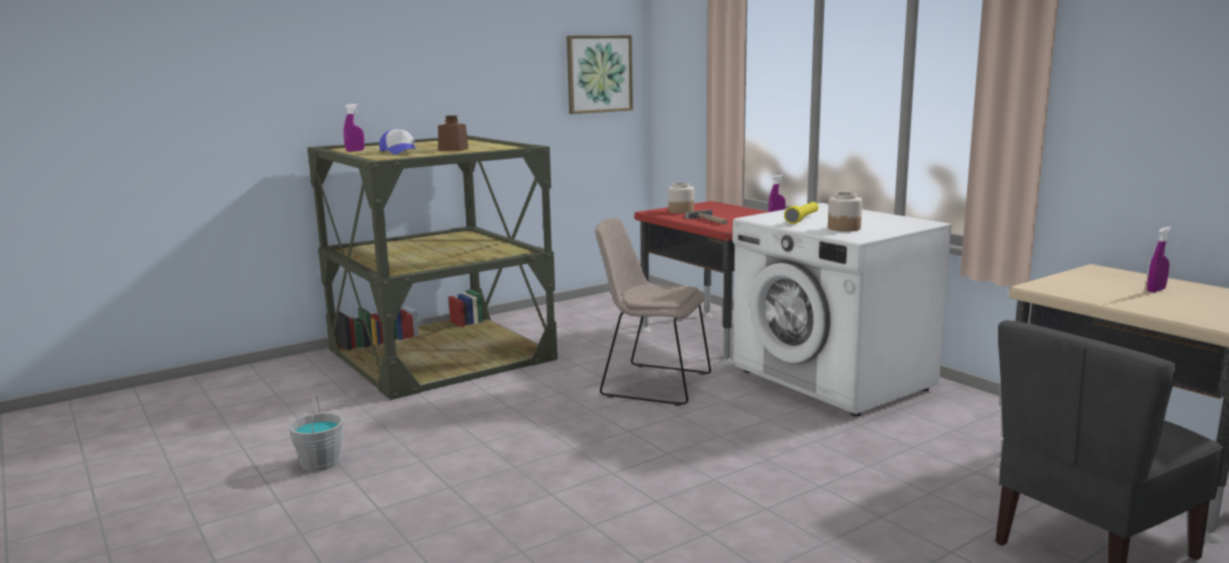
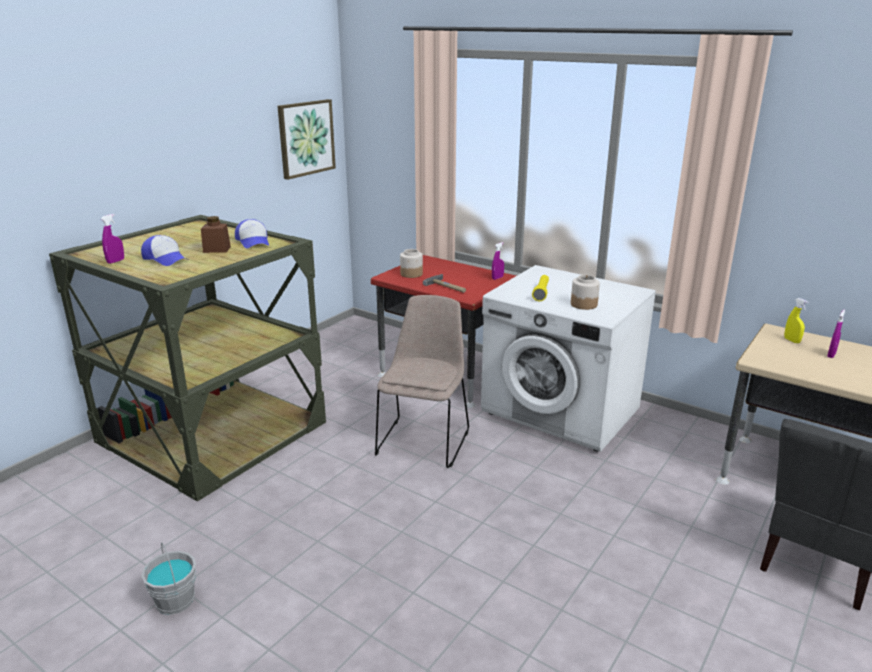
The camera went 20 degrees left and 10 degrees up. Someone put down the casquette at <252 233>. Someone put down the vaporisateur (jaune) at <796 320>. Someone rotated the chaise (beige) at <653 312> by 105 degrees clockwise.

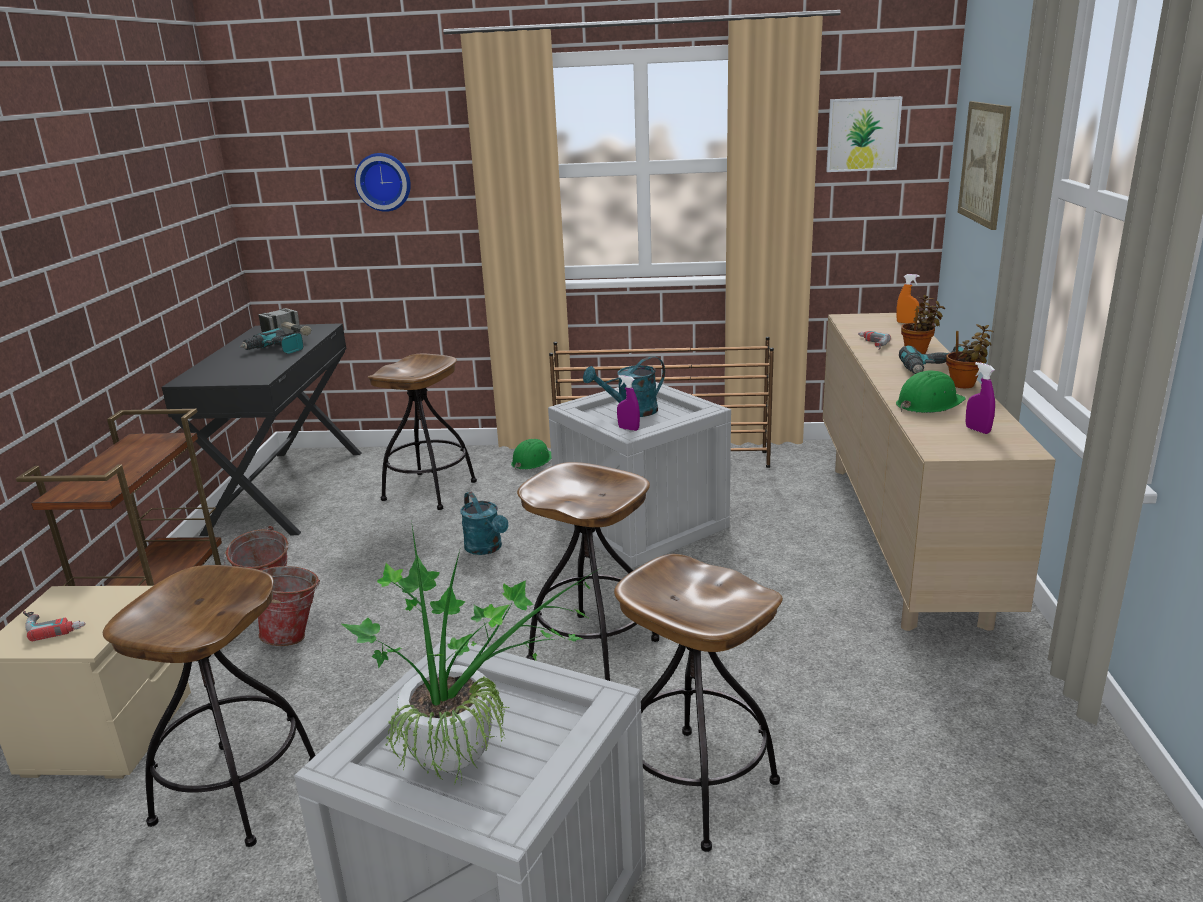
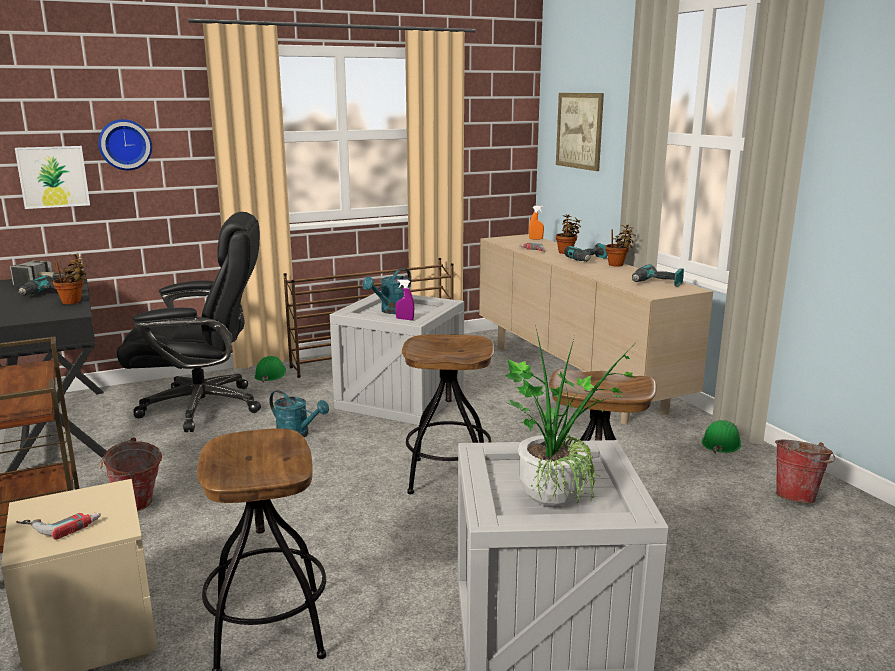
The camera went 30 degrees left and 5 degrees down. Someone put down the plante en pot at <70 278>. Someone carried the seau from <289 606> to <805 471>. Someone carried the tableau from <864 134> to <52 177>. Someone carried the casque de chantier (vert) from <931 392> to <721 437>. Someone swapped the tabouret (marron) at <422 432> for the chaise de bureau (noir) at <189 322>. Someone swapped the vaporisateur (violet) at <980 398> for the perceuse at <658 275>.

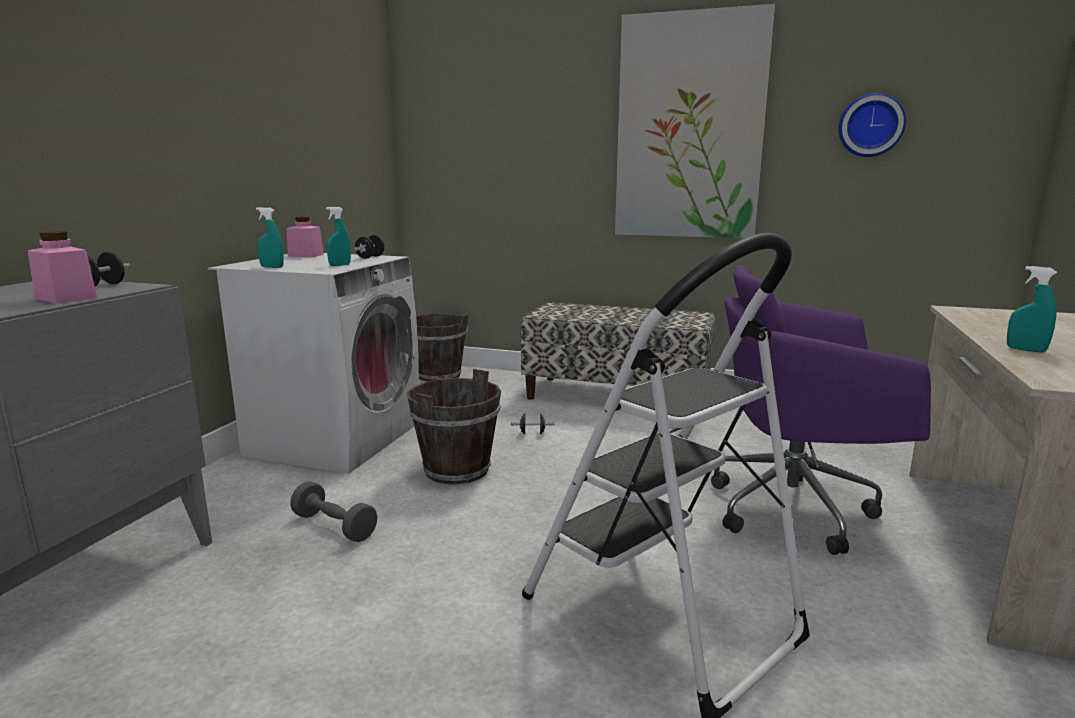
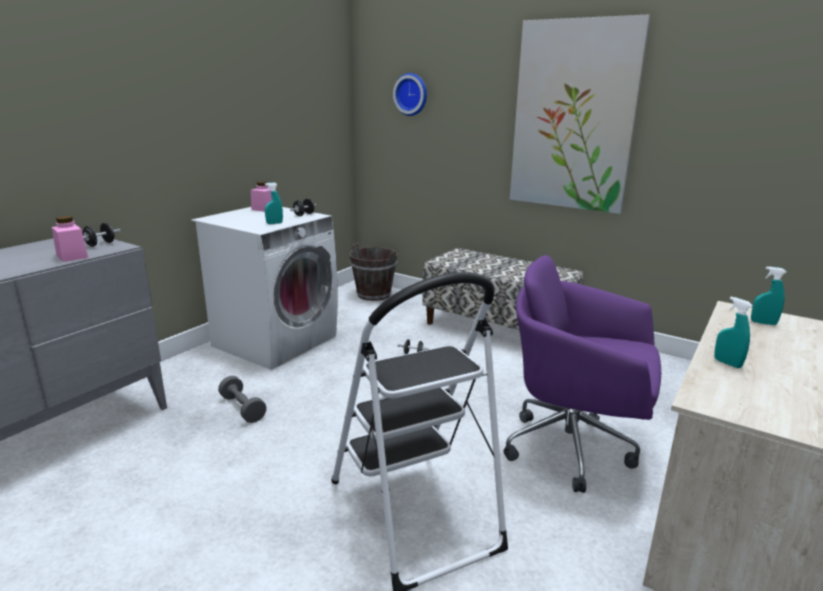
The camera went 15 degrees right and 5 degrees up. Someone took away the seau (marron) at <454 427>. Someone carried the vaporisateur (turquoise) from <270 237> to <768 296>. Someone carried the horloge murale from <872 125> to <410 94>.

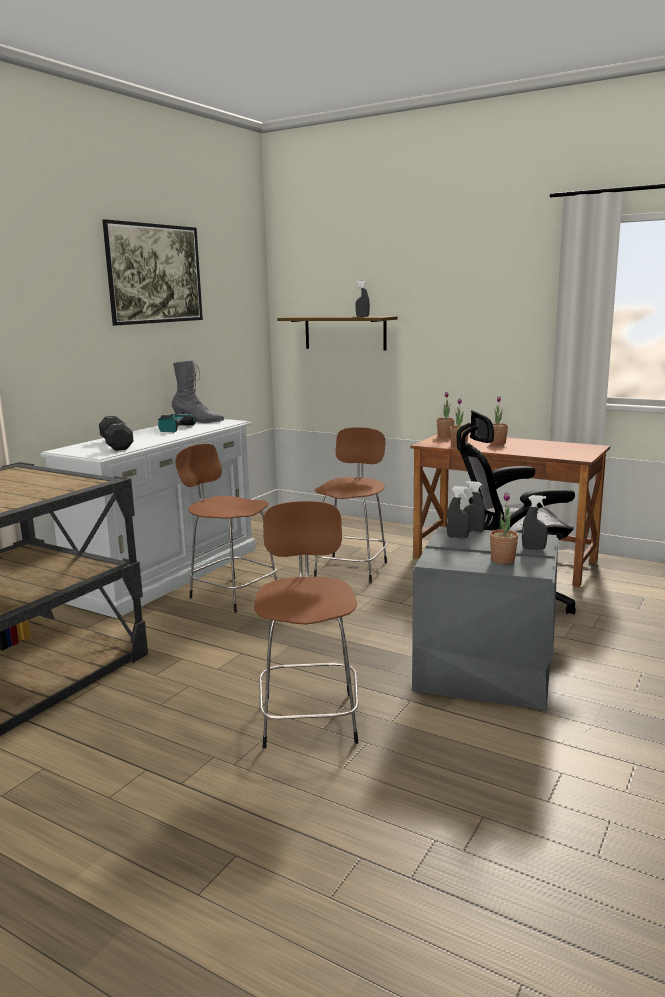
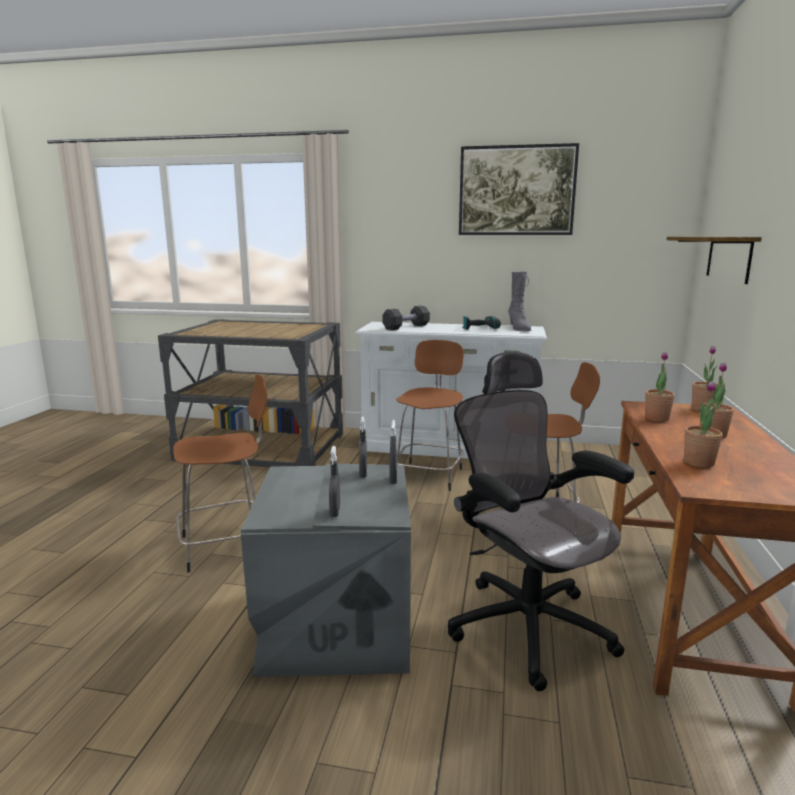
The camera went 70 degrees right and 0 degrees up. Someone took away the vaporisateur (gris) at <362 299>. Someone carried the plante en pot from <504 528> to <703 424>.

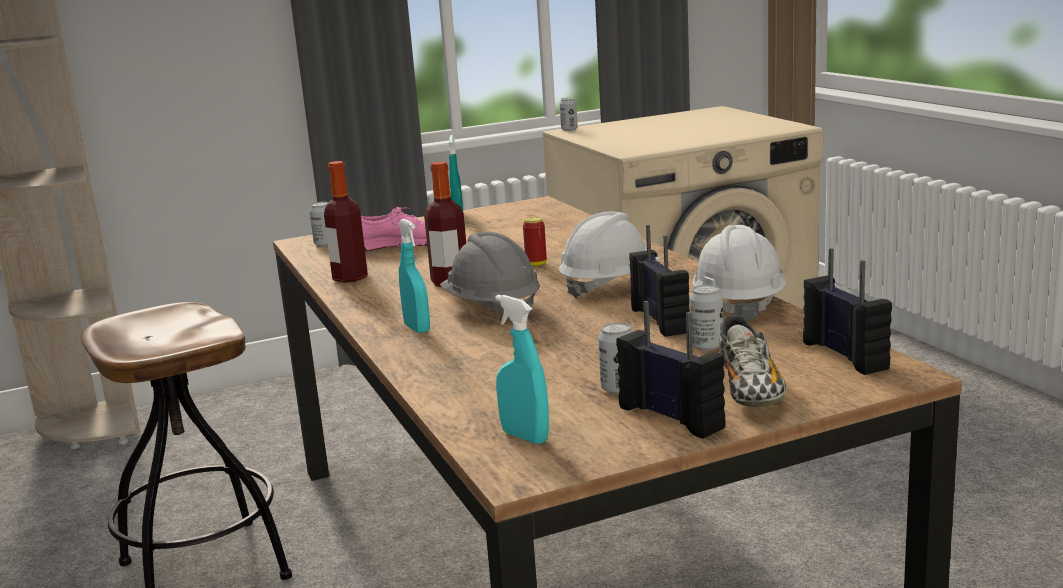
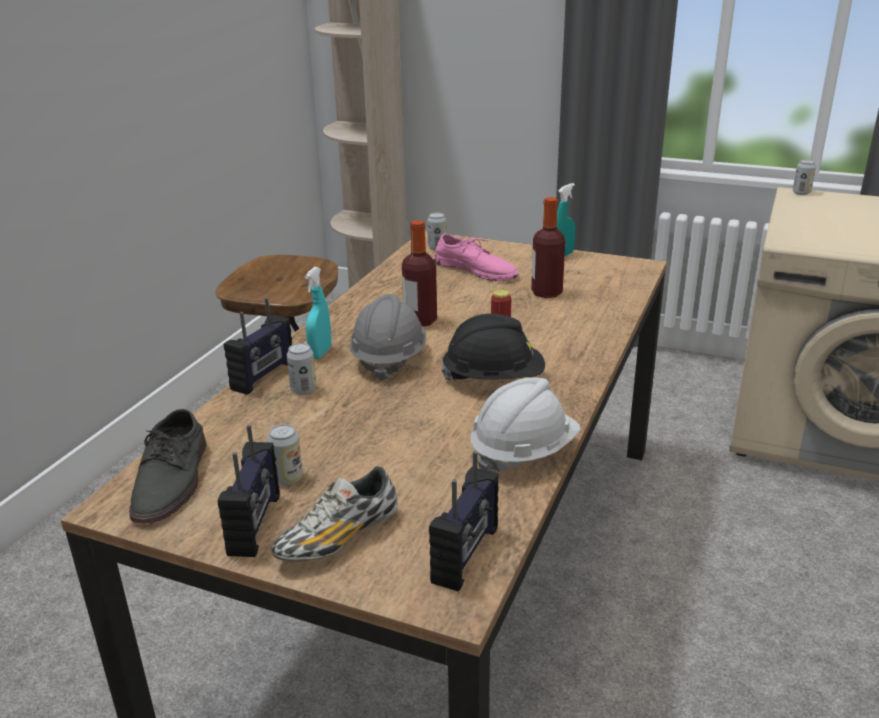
The camera went 45 degrees right and 10 degrees up. Someone carried the bouteille from <346 222> to <548 247>. Someone carried the radio from <659 281> to <258 346>. Someone carried the boîte métallique from <706 318> to <301 369>. Someone swapped the vaporisateur (turquoise) at <522 369> for the chaussure (gris) at <168 466>. Someone repainted the casque de chantier (blanc) at <609 255>, which became the casque de chantier (noir) at <493 347>.

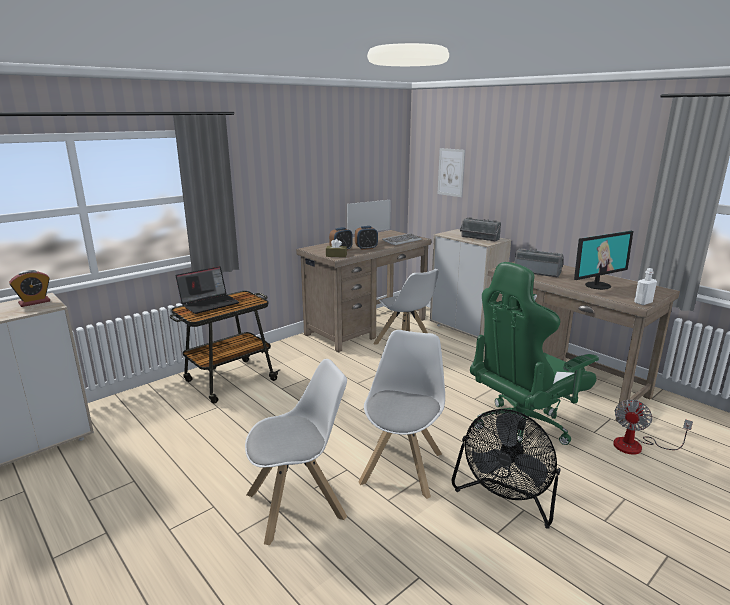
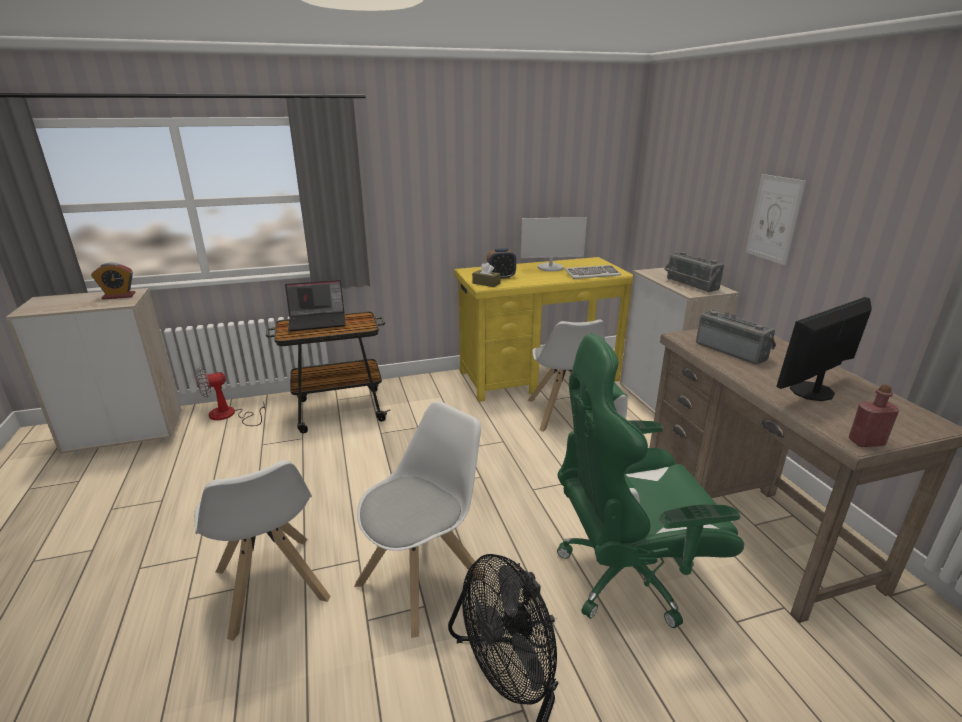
The camera went 25 degrees right and 5 degrees up. Someone took away the réveil at <366 238>. Someone carried the tableau from <451 172> to <775 219>. Someone carried the ventilateur from <653 427> to <231 397>. Someone repainted the bureau (marron) at <363 291>, which became the bureau (jaune) at <543 329>. Someone repainted the bouteille (blanc) at <645 286>, which became the bouteille (rouge) at <874 415>. Someone rotated the chaise at <296 452> by 60 degrees clockwise. Someone rotated the écran d'ordinateur at <603 260> by 150 degrees clockwise.

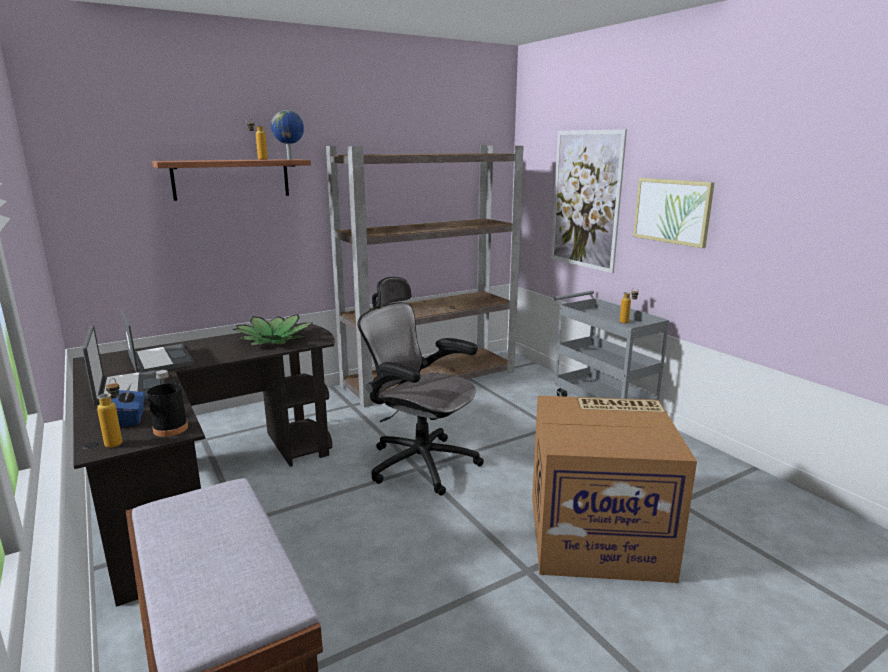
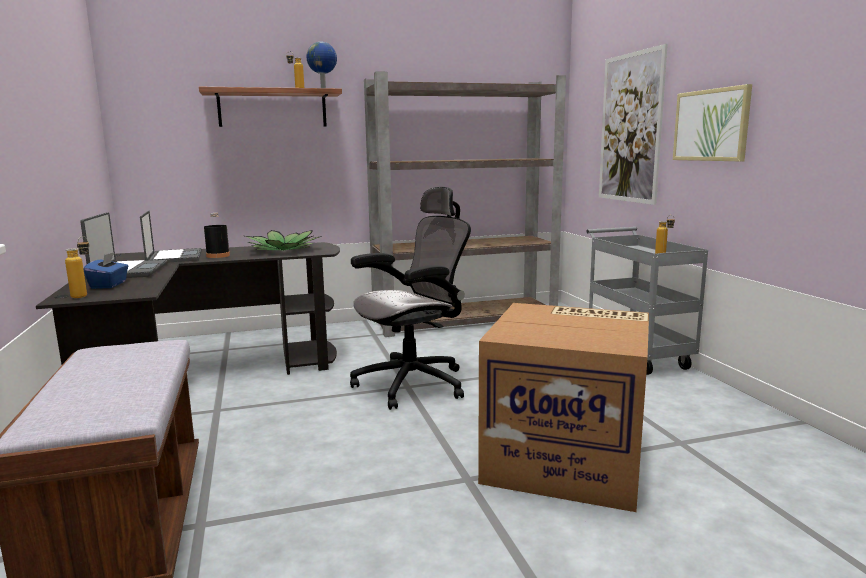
The camera went 15 degrees right and 5 degrees down. Someone carried the bouteille (noir) from <167 403> to <217 235>. Someone rotated the chaise de bureau at <421 386> by 90 degrees clockwise.

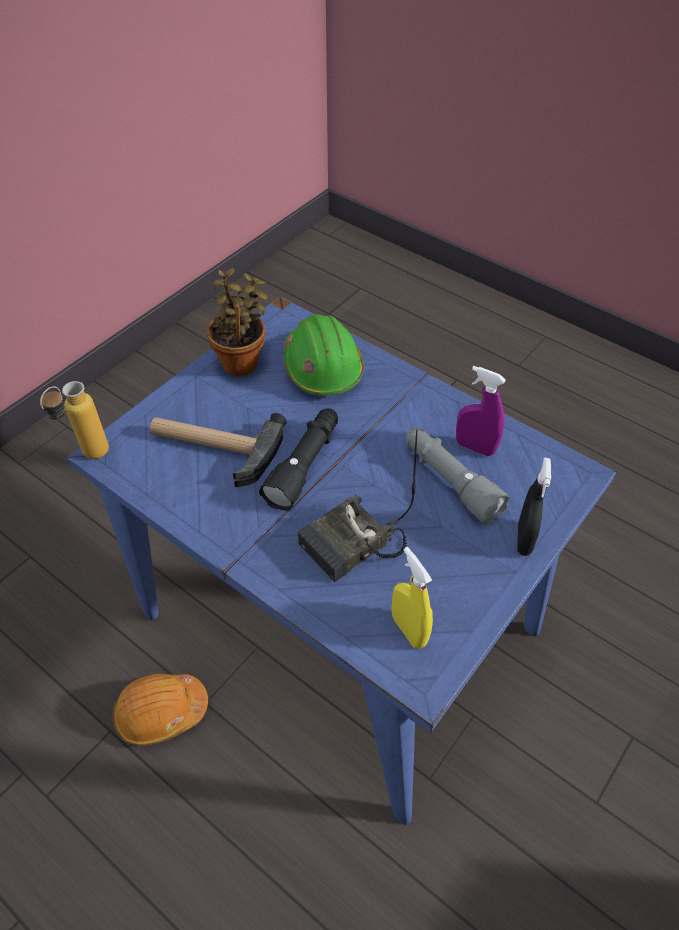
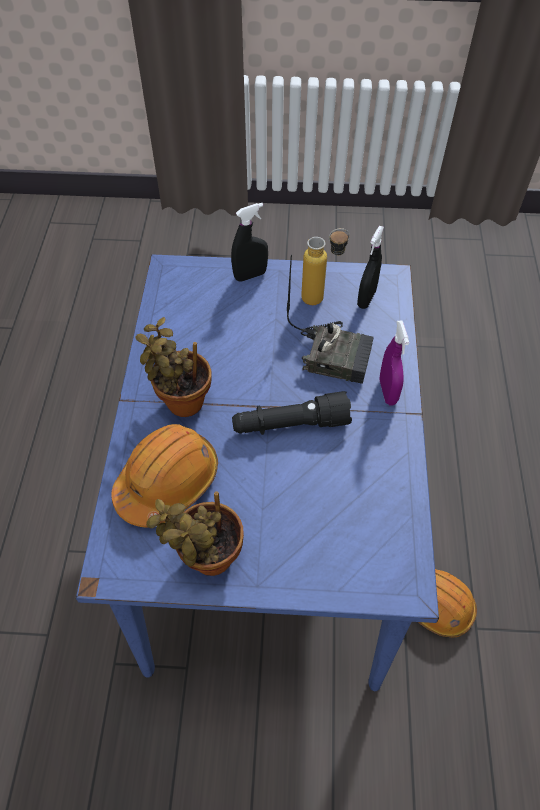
The camera went 125 degrees left and 5 degrees up. Someone took away the marteau at <218 450>. Someone took away the lampe de poche (gris) at <458 476>. Someone put down the plante en pot at <173 367>. Someone carried the bouteille from <74 420> to <325 266>. Someone carried the vaporisateur (violet) from <481 411> to <394 362>. Someone repainted the casque de chantier (vert) at <324 355>, which became the casque de chantier (orange) at <164 475>. Someone repainted the vaporisateur (jaune) at <412 598>, which became the vaporisateur (noir) at <370 267>.

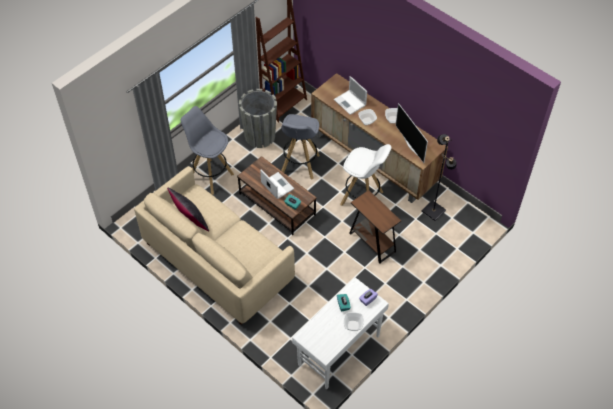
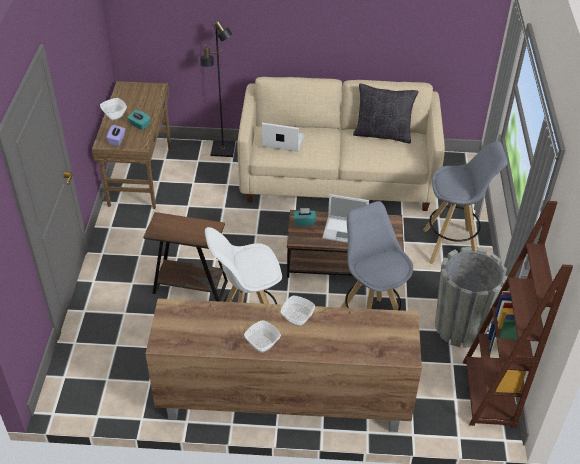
The camera went 140 degrees right and 10 degrees down. Someone took away the téléviseur at <411 133>. Someone carried the ordinateur portable from <350 95> to <283 137>. Someone carried the lampadaire (noir) from <439 177> to <218 88>. Someone repainted the table console (blanc) at <340 333>, which became the table console (marron) at <131 145>.

